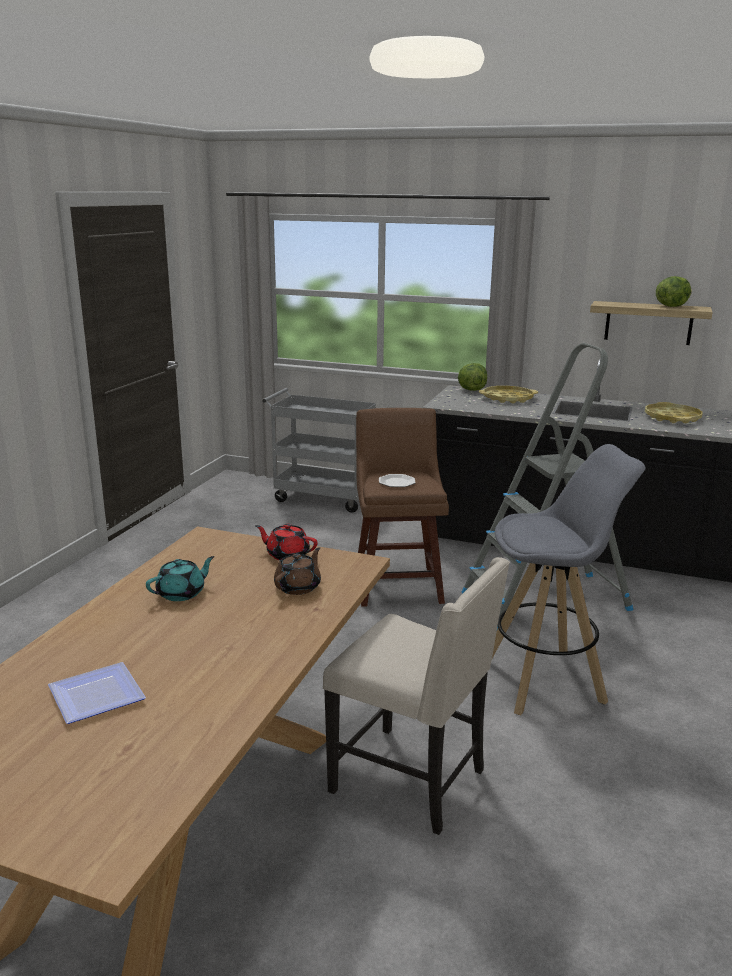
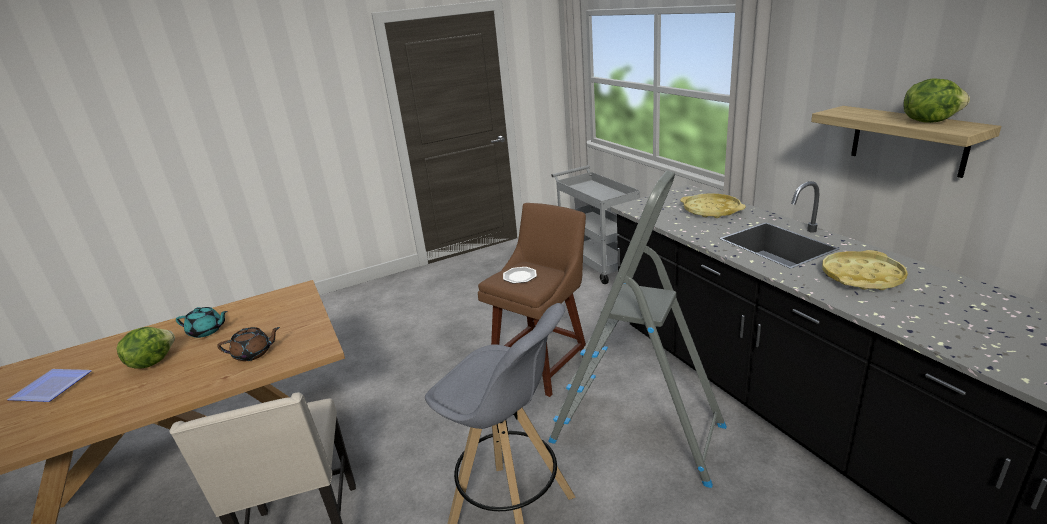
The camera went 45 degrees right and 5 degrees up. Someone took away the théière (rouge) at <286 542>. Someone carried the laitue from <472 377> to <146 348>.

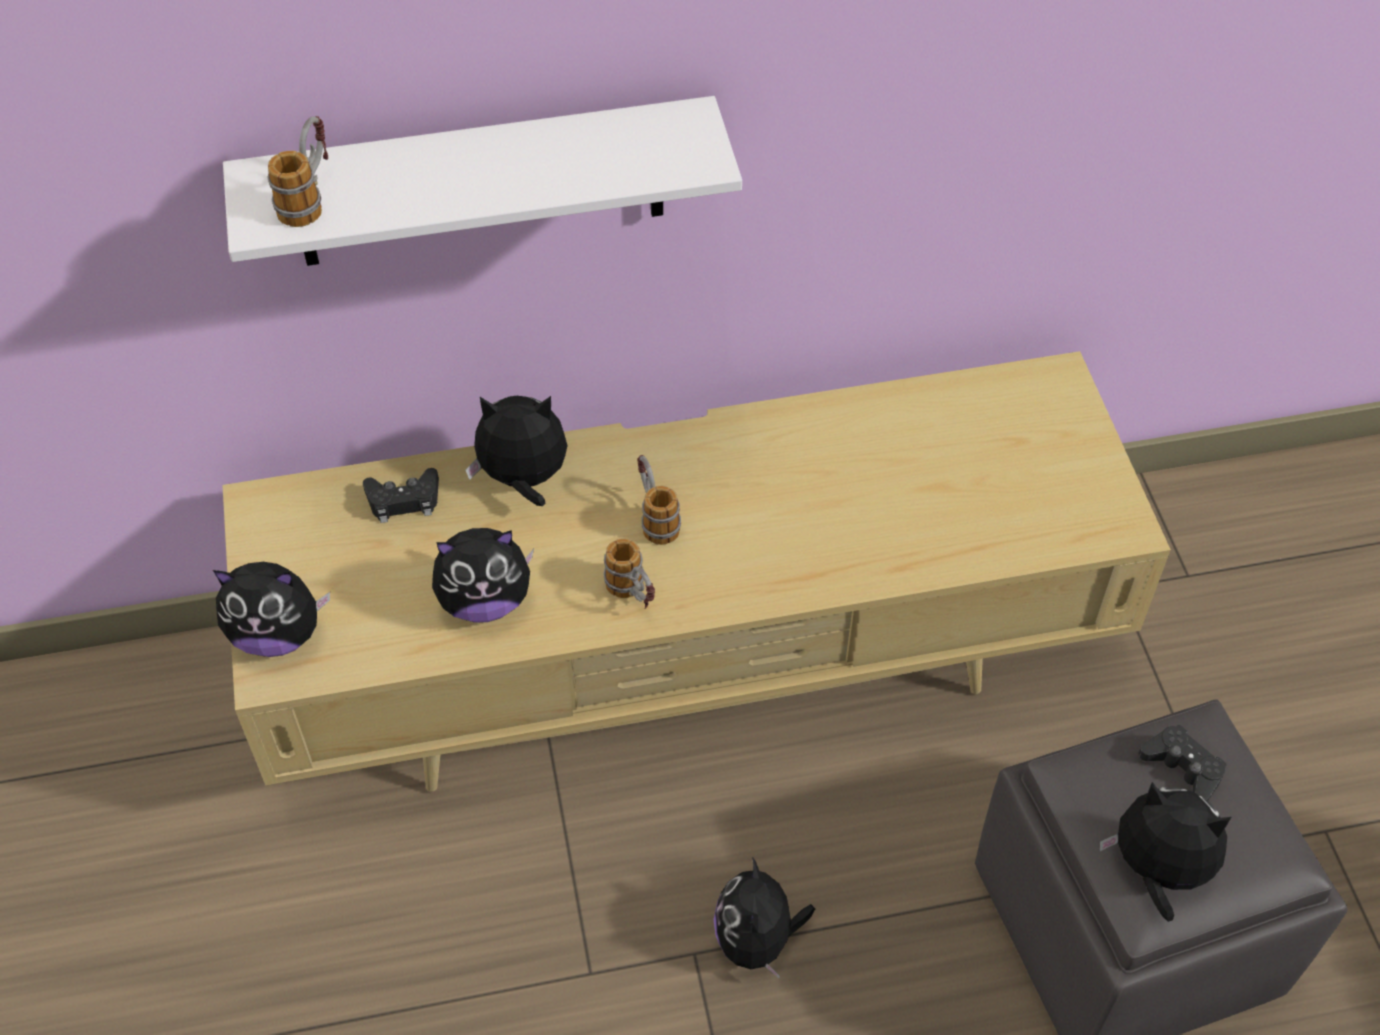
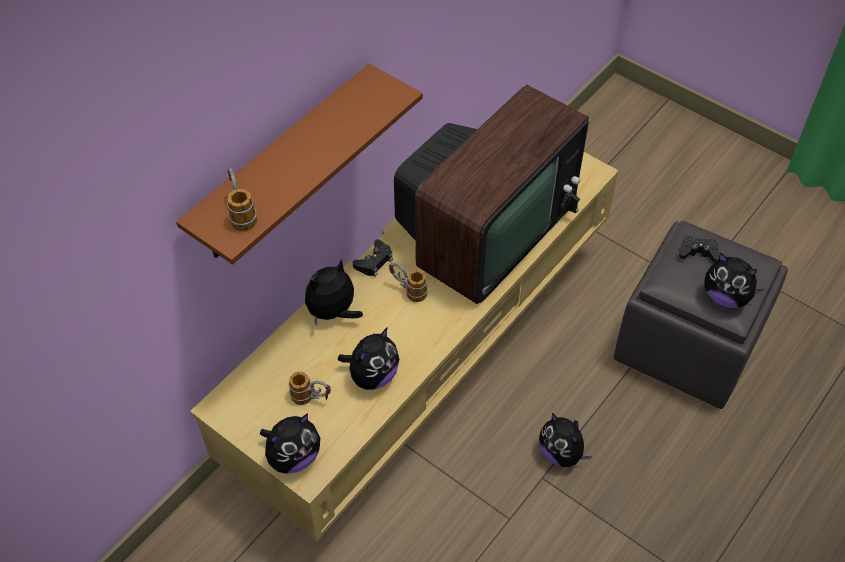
The camera went 40 degrees left and 0 degrees up. Someone put down the téléviseur at <491 194>. Someone carried the manette (noir) from <401 495> to <373 258>. Someone carried the mug from <629 574> to <310 388>. Someone repainted the étagère (blanc) at <482 181>, which became the étagère (marron) at <299 164>. Someone rotated the peluche at <1165 852> by 135 degrees counterclockwise.

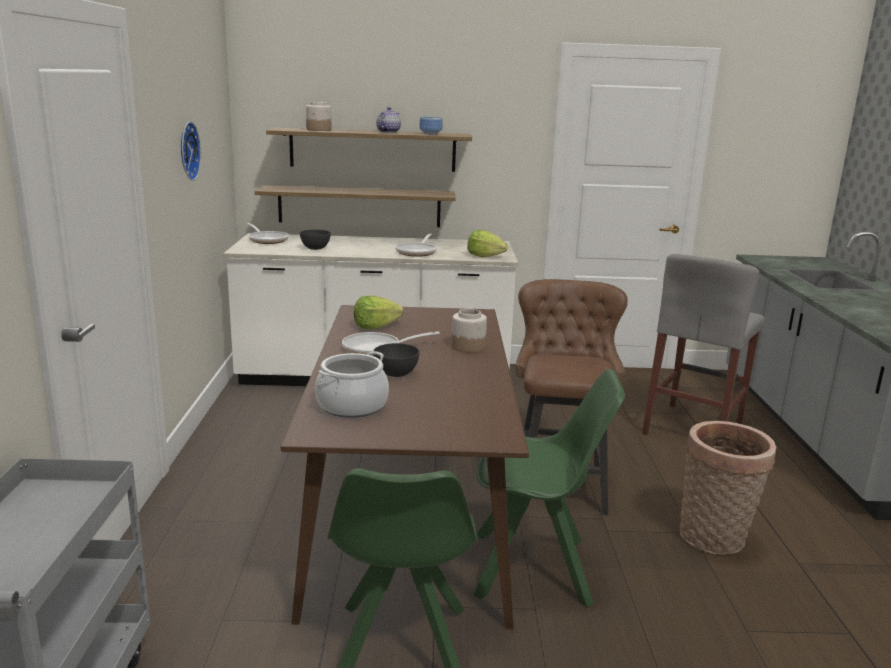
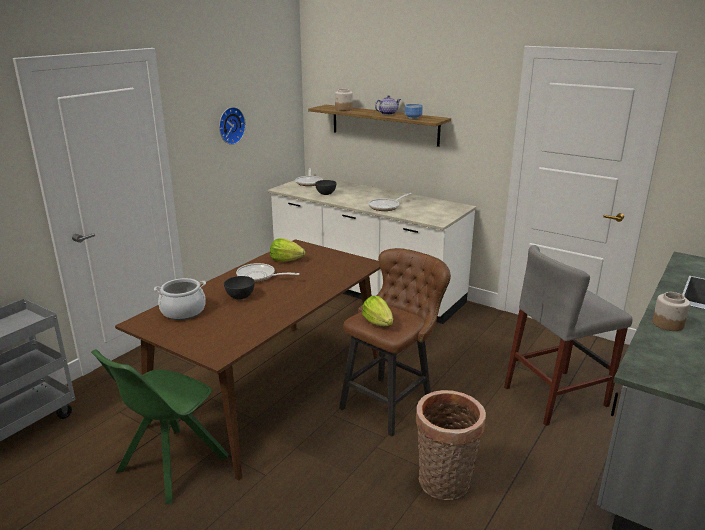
The camera went 35 degrees right and 5 degrees up. Someone took away the étagère at <355 206>. Someone took away the chaise (vert) at <549 488>. Someone carried the bocal from <469 331> to <671 311>. Someone carried the laitue from <487 243> to <377 311>.

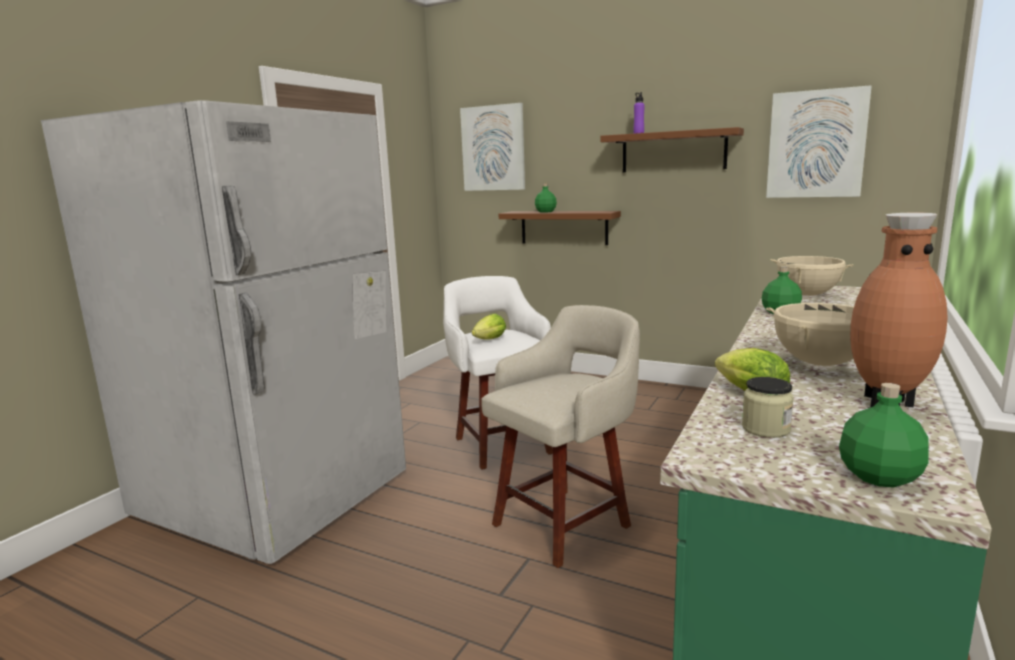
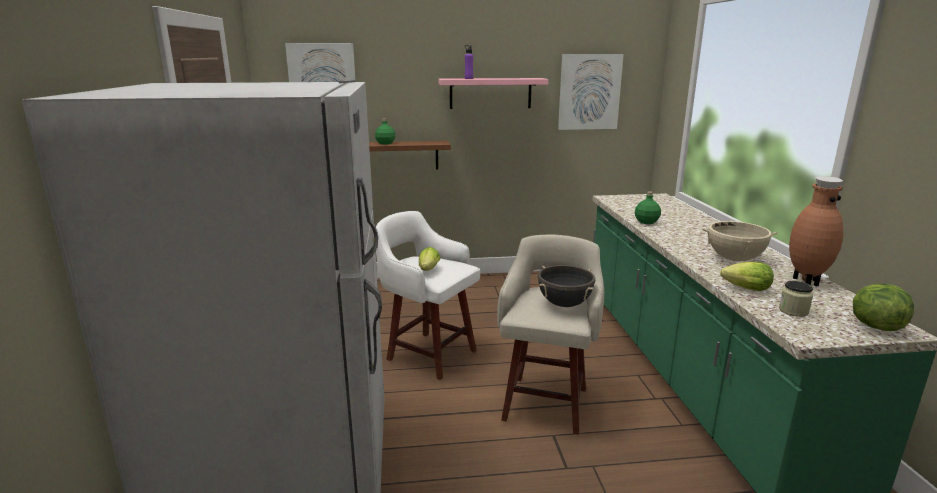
The camera went 35 degrees left and 5 degrees up. Someone took away the marmite (beige) at <812 276>. Someone put down the marmite (noir) at <566 286>. Someone swapped the bouteille (vert) at <884 435> for the laitue at <883 307>. Someone repainted the étagère (marron) at <672 149>, which became the étagère (rose) at <493 93>.

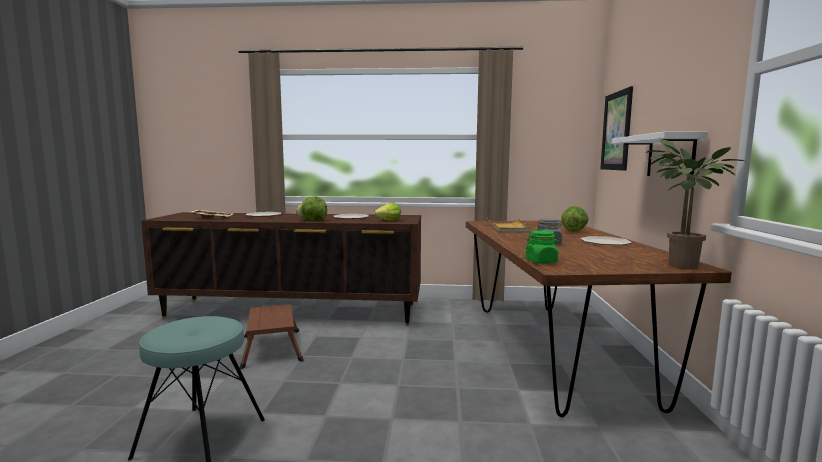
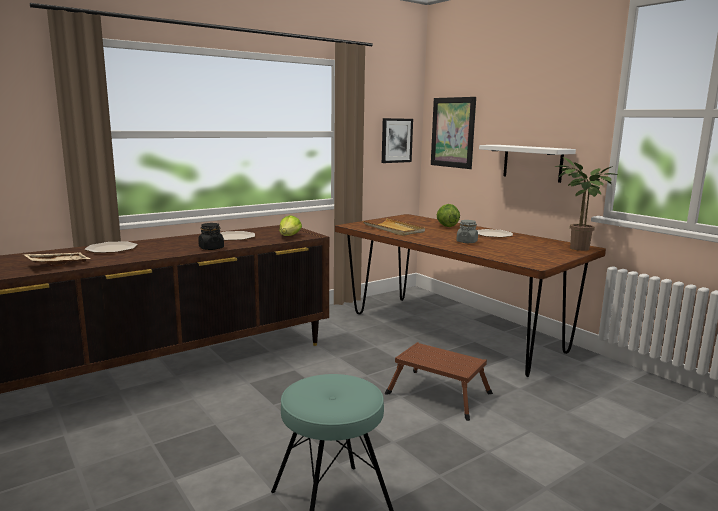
The camera went 40 degrees left and 5 degrees up. Someone took away the bocal (vert) at <542 247>. Someone put up the tableau at <397 140>. Someone carried the escabeau (marron) from <271 336> to <439 381>. Someone swapped the laitue at <311 208> for the bocal (noir) at <211 236>.

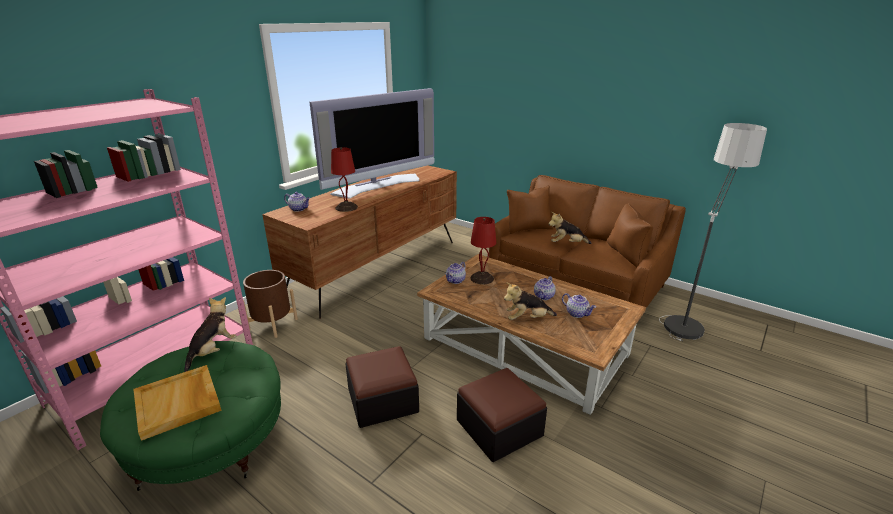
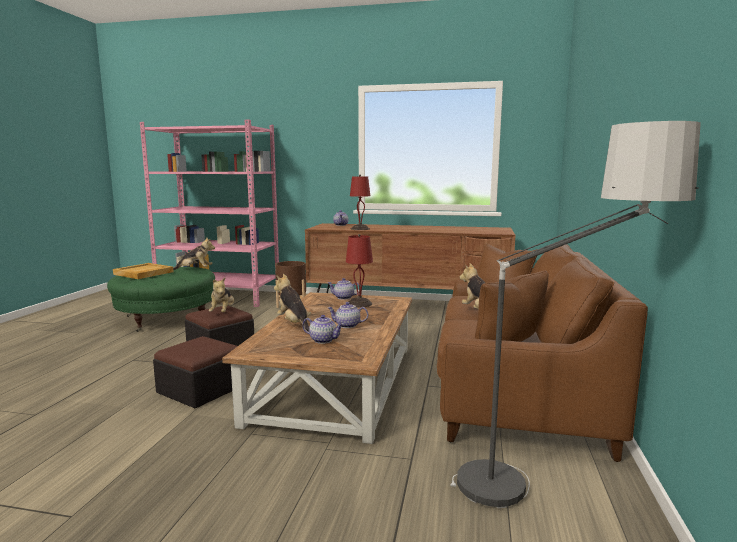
The camera went 65 degrees right and 15 degrees down. Someone took away the téléviseur at <372 143>. Someone put down the peluche at <221 294>. Someone rotated the théière at <579 305> by 90 degrees counterclockwise.

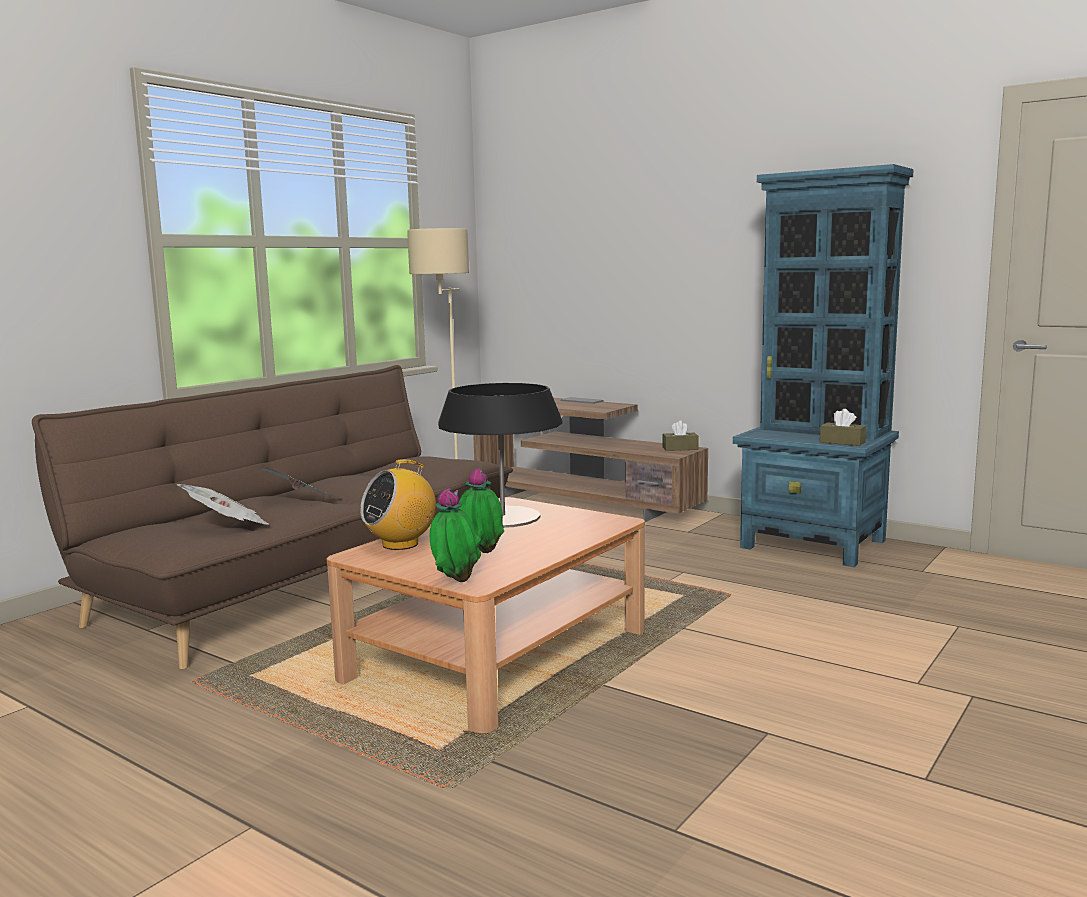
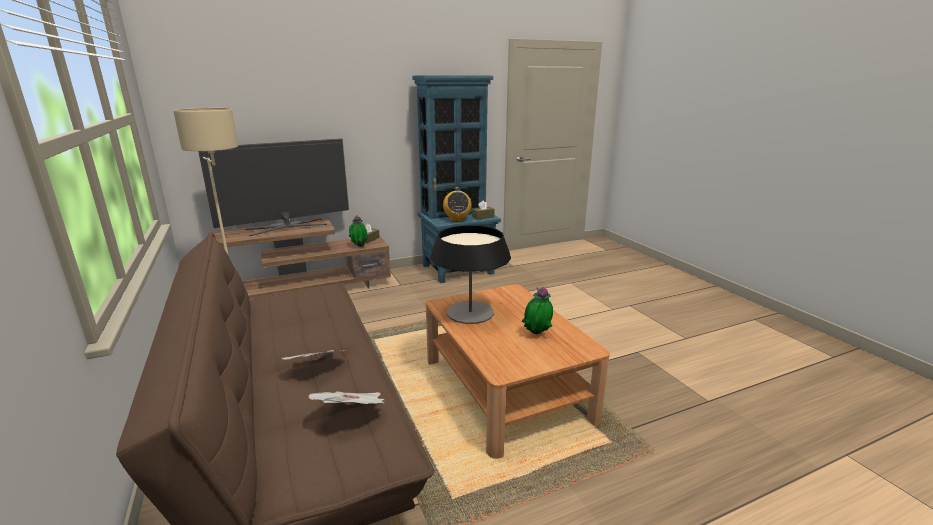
The camera went 60 degrees left and 10 degrees up. Someone put down the téléviseur at <273 187>. Someone carried the radio from <398 504> to <457 204>. Someone carried the plante en pot from <455 535> to <358 231>.

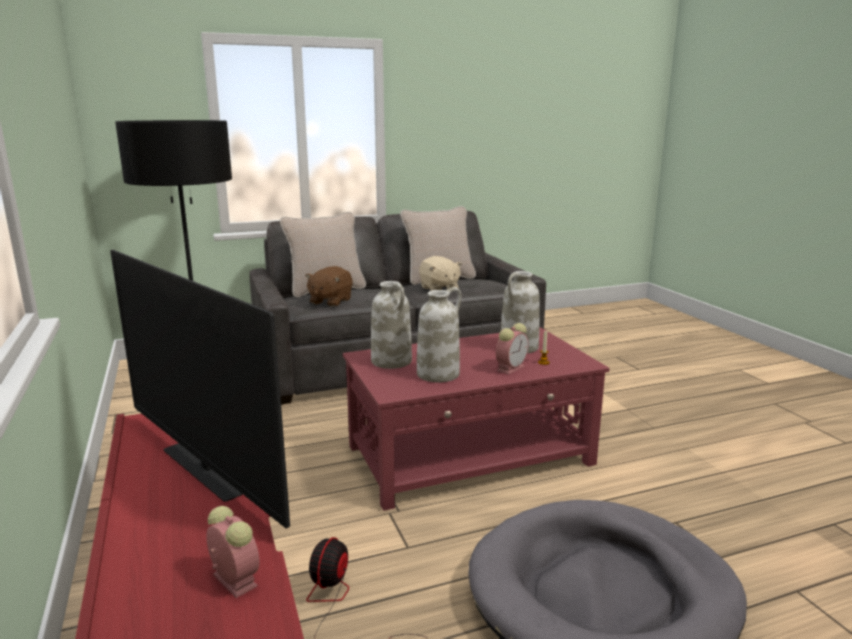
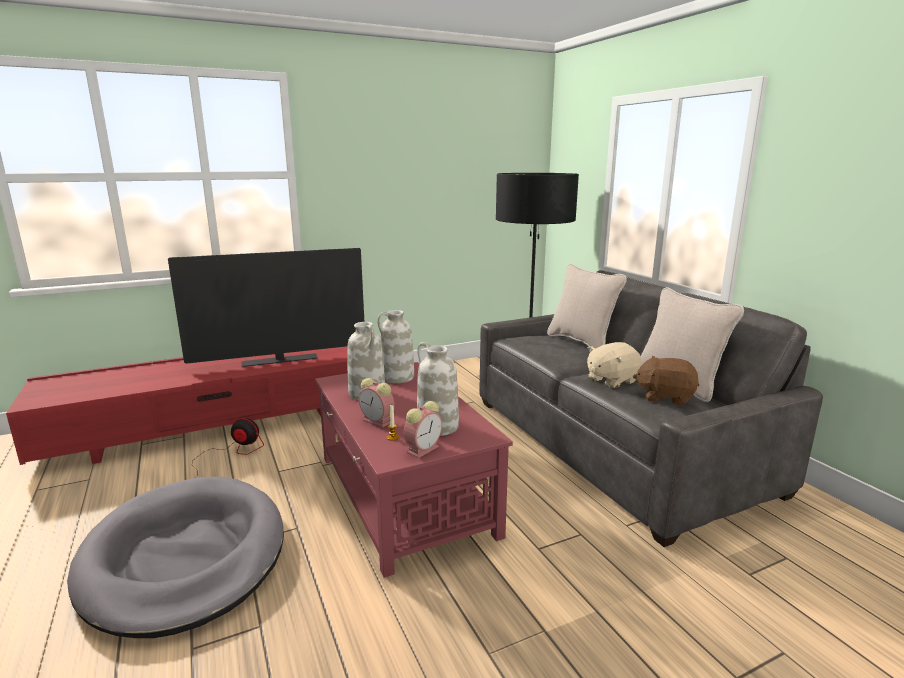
The camera went 85 degrees right and 0 degrees up. Someone carried the réveil from <232 552> to <422 429>. Someone carried the peluche (marron) from <329 286> to <666 381>. Someone rotated the téléviseur at <200 389> by 150 degrees counterclockwise.

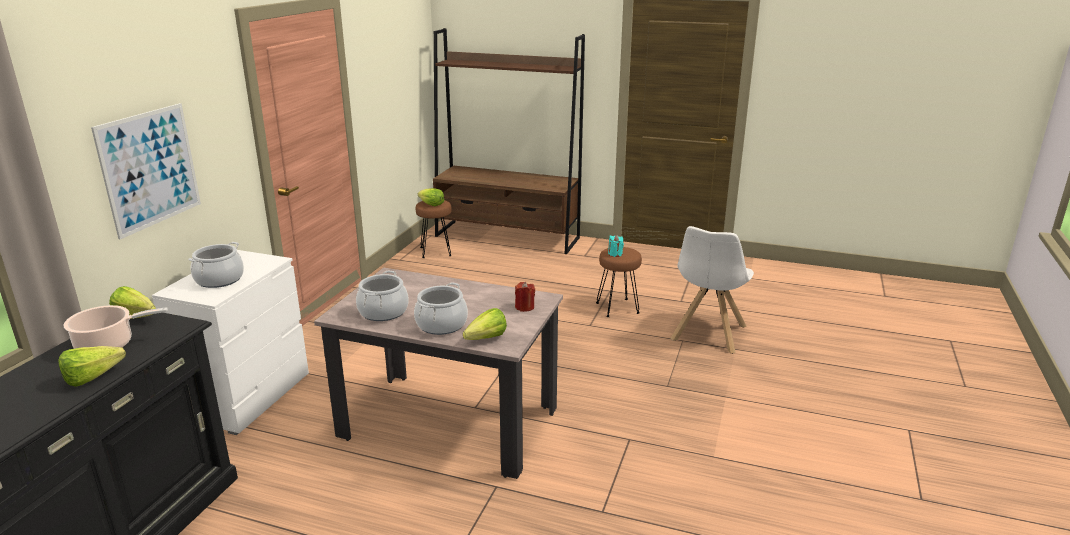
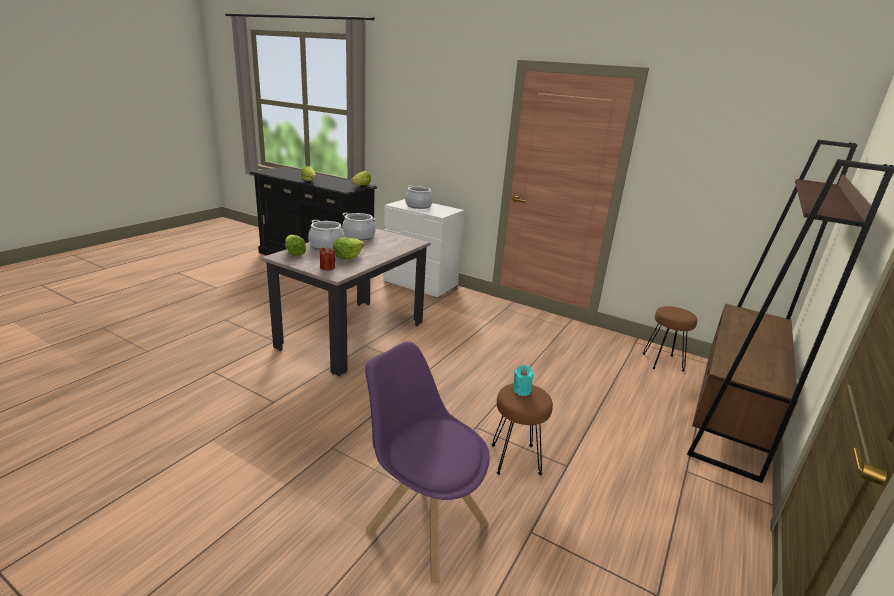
The camera went 100 degrees right and 0 degrees up. Someone took away the marmite at <116 327>. Someone took away the tableau at <146 171>. Someone carried the laitue from <431 197> to <349 248>. Someone repainted the chaise (blanc) at <712 290>, which became the chaise (violet) at <427 462>.

